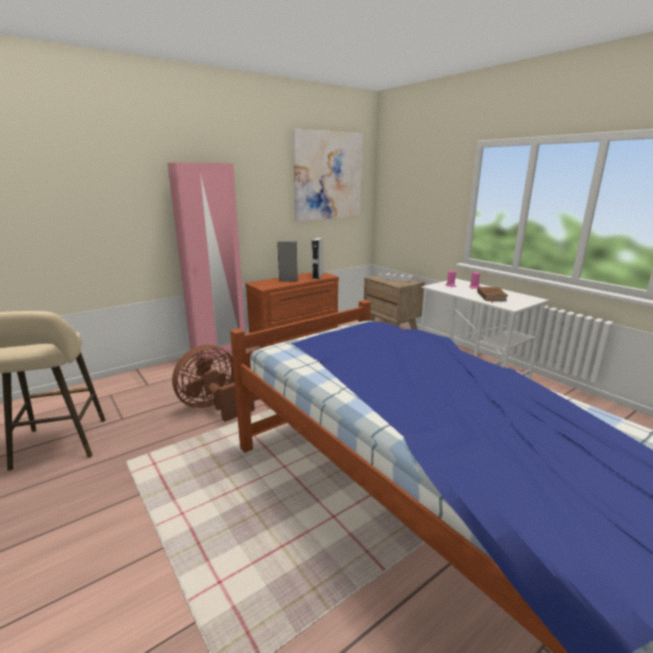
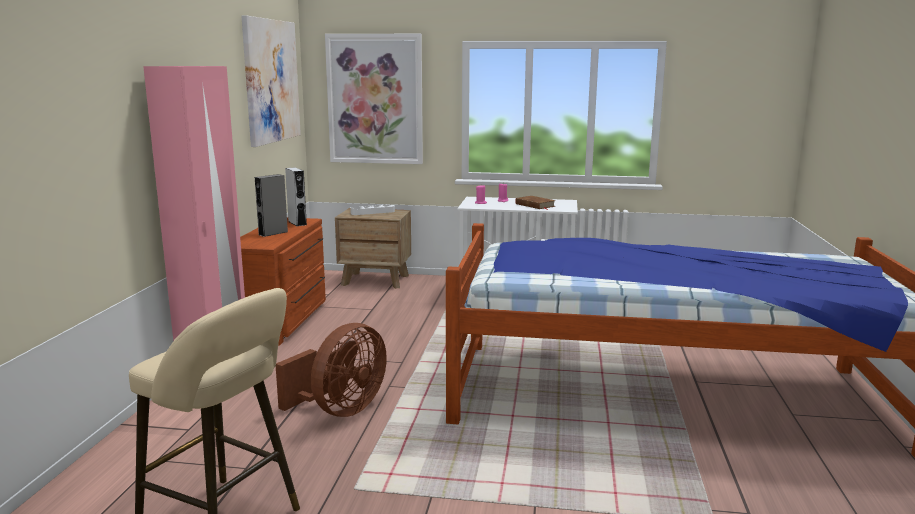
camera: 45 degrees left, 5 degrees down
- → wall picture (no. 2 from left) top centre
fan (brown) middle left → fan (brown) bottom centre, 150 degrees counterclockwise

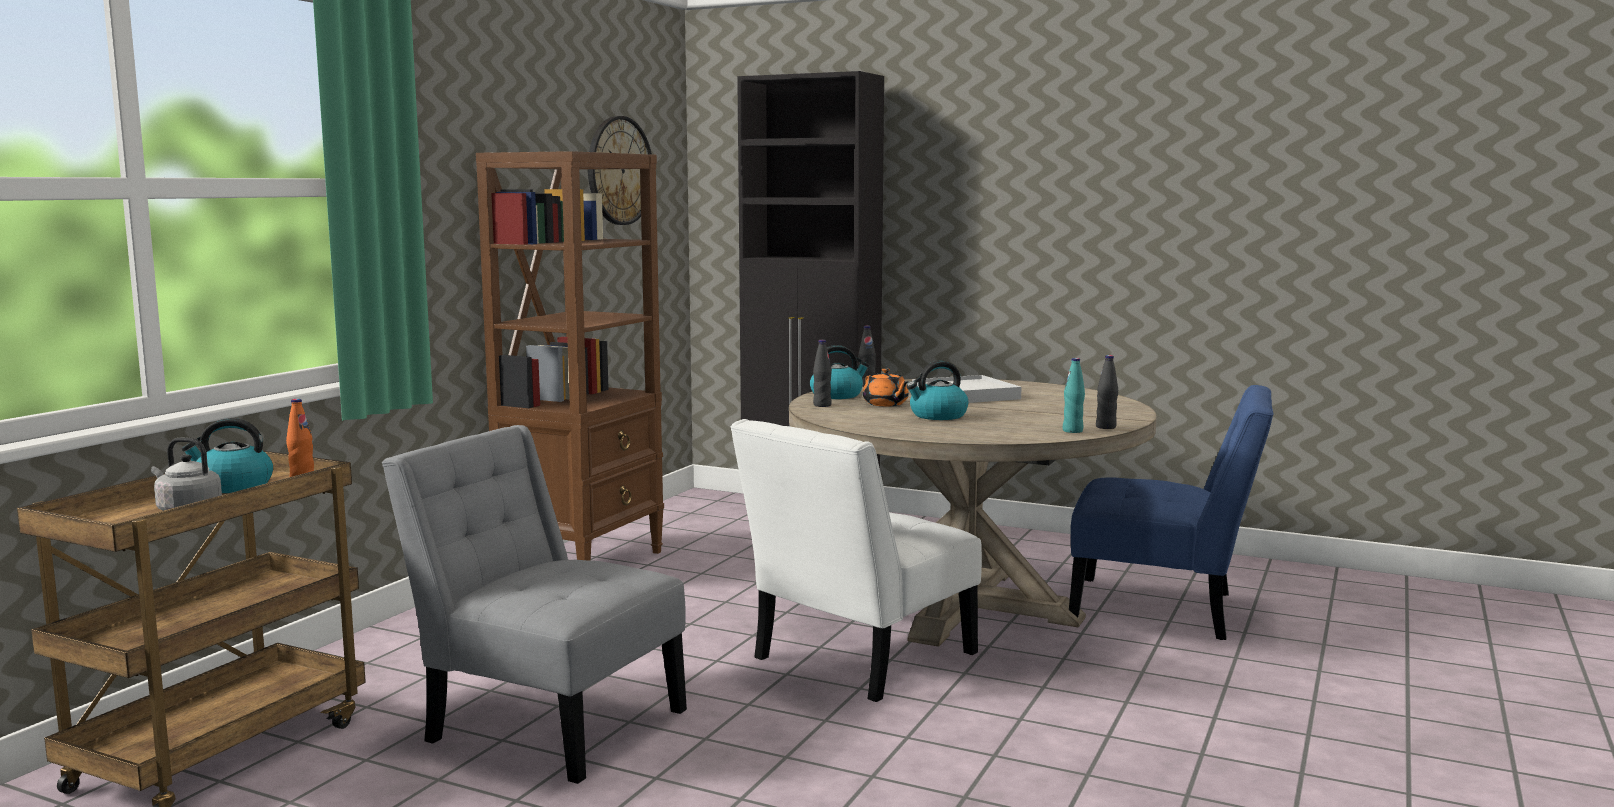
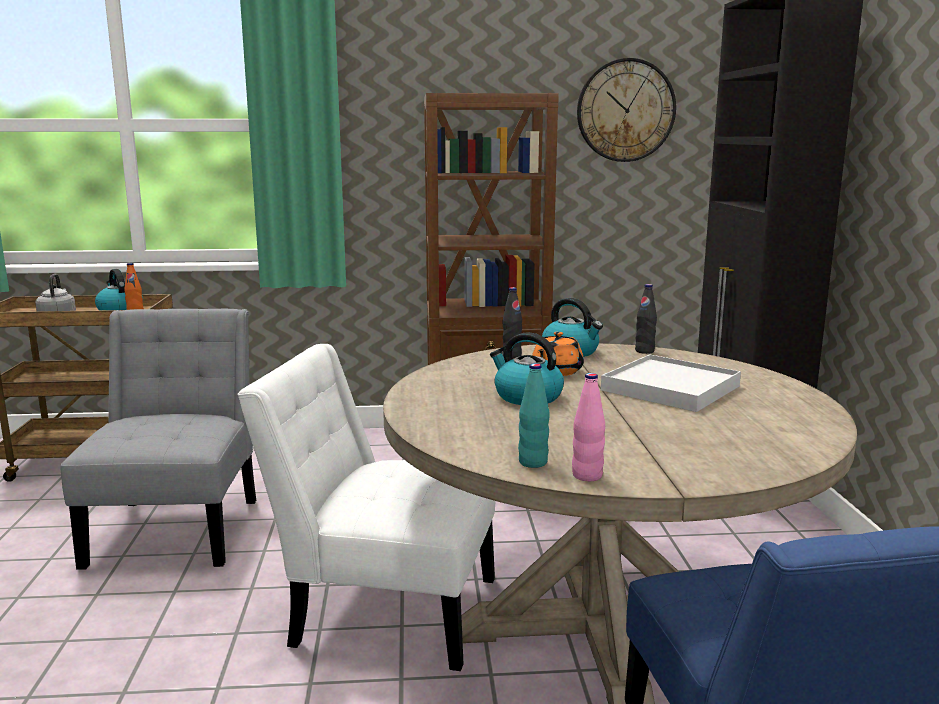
camera: 60 degrees right, 5 degrees up
beverage bottle (black) (no. 3 from left) middle right → beverage bottle (pinkish) centre

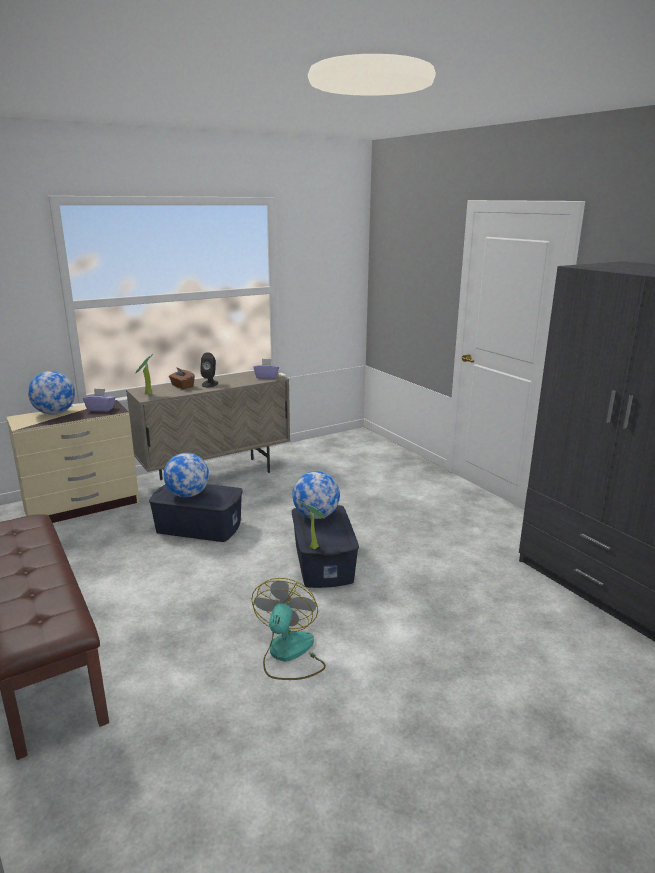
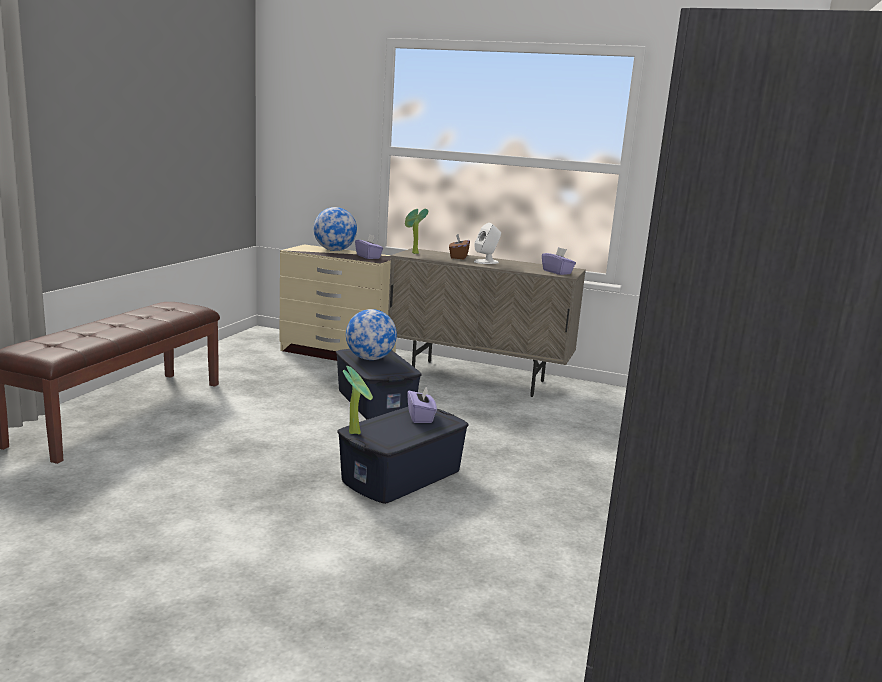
camera: 50 degrees right, 5 degrees down
fan bottom centre → -
globe (no. 3 from left) centre → tissue box (purple-coloured) (no. 2 from left) centre
loudspeaker (black) middle left → loudspeaker (white-coloured) centre

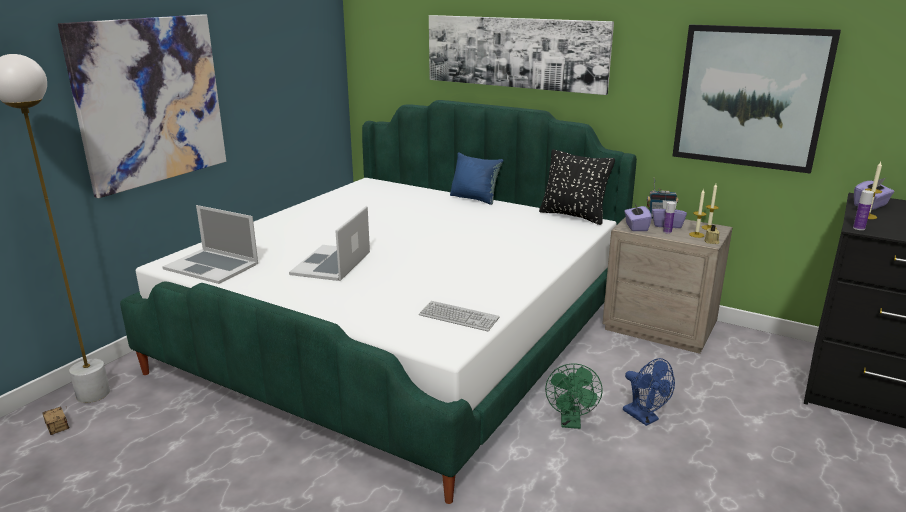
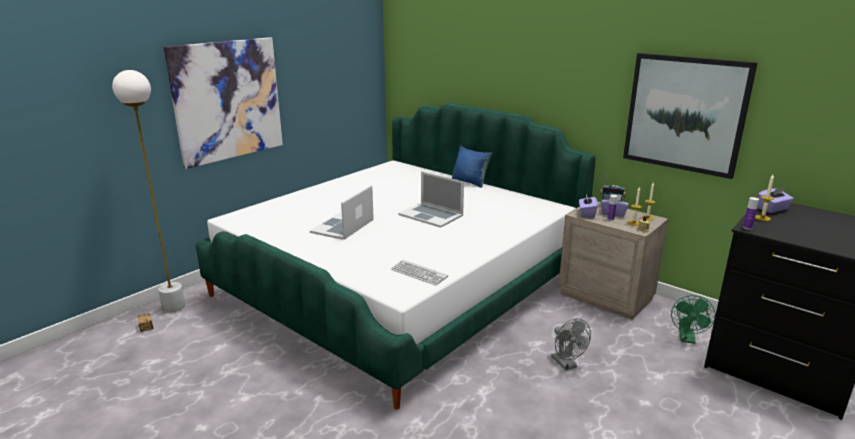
camera: 10 degrees right, 0 degrees up
wall picture (no. 2 from left) top centre → -
pillow (black) centre → -
portable computer (no. 1 from left in the first image) middle left → portable computer (no. 2 from left) centre, relocated
fan (greenish) bottom centre → fan (greenish) bottom right, relocated
fan (blue-coloured) bottom right → fan (grey) bottom right

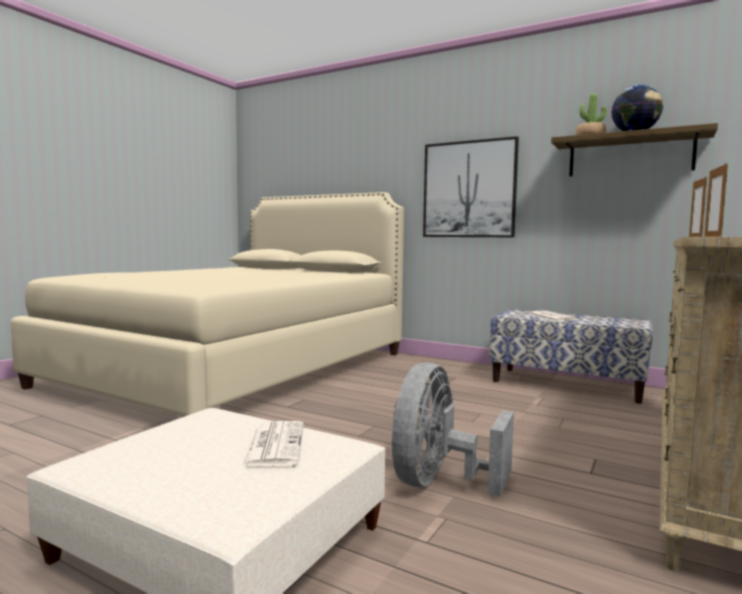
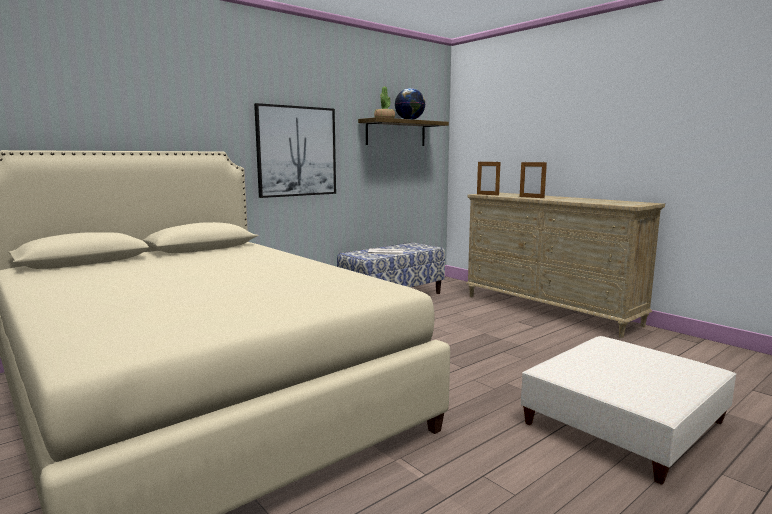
camera: 70 degrees left, 5 degrees up
newspaper (no. 1 from left) bottom centre → -
fan (grey) bottom centre → -

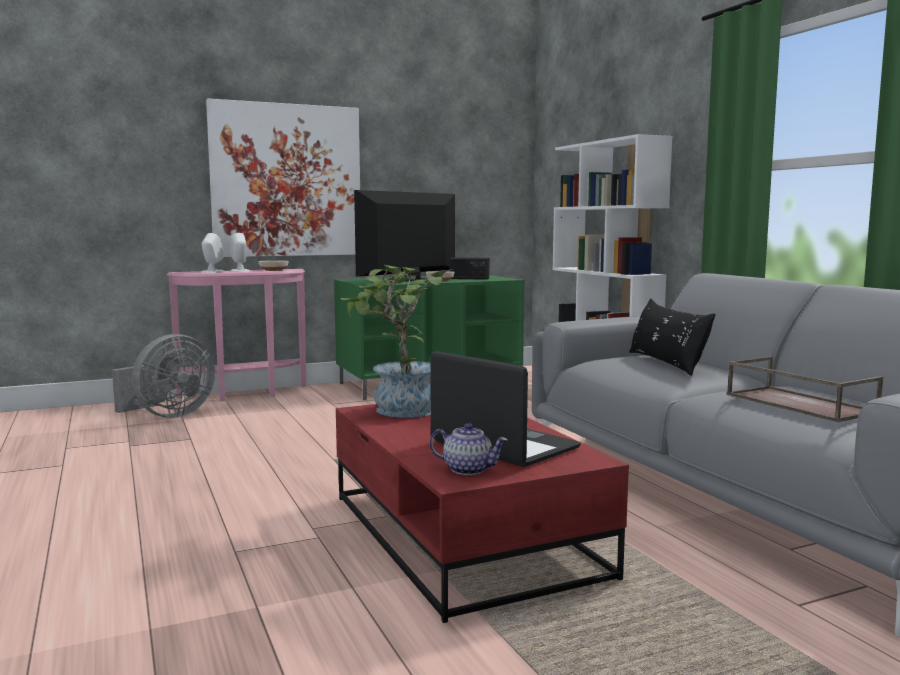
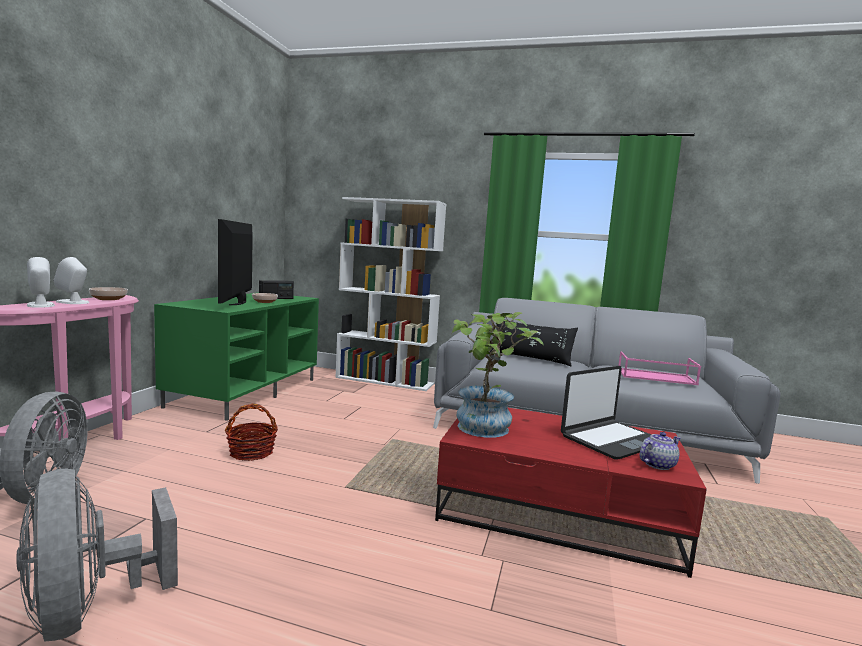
camera: 50 degrees left, 0 degrees up
wall picture top left → -
- → fan (grey) (no. 2 from left) bottom left
- → basket bottom left
tray (brown) middle right → tray (pinkish) middle right
portable computer centre → portable computer middle right, 150 degrees clockwise

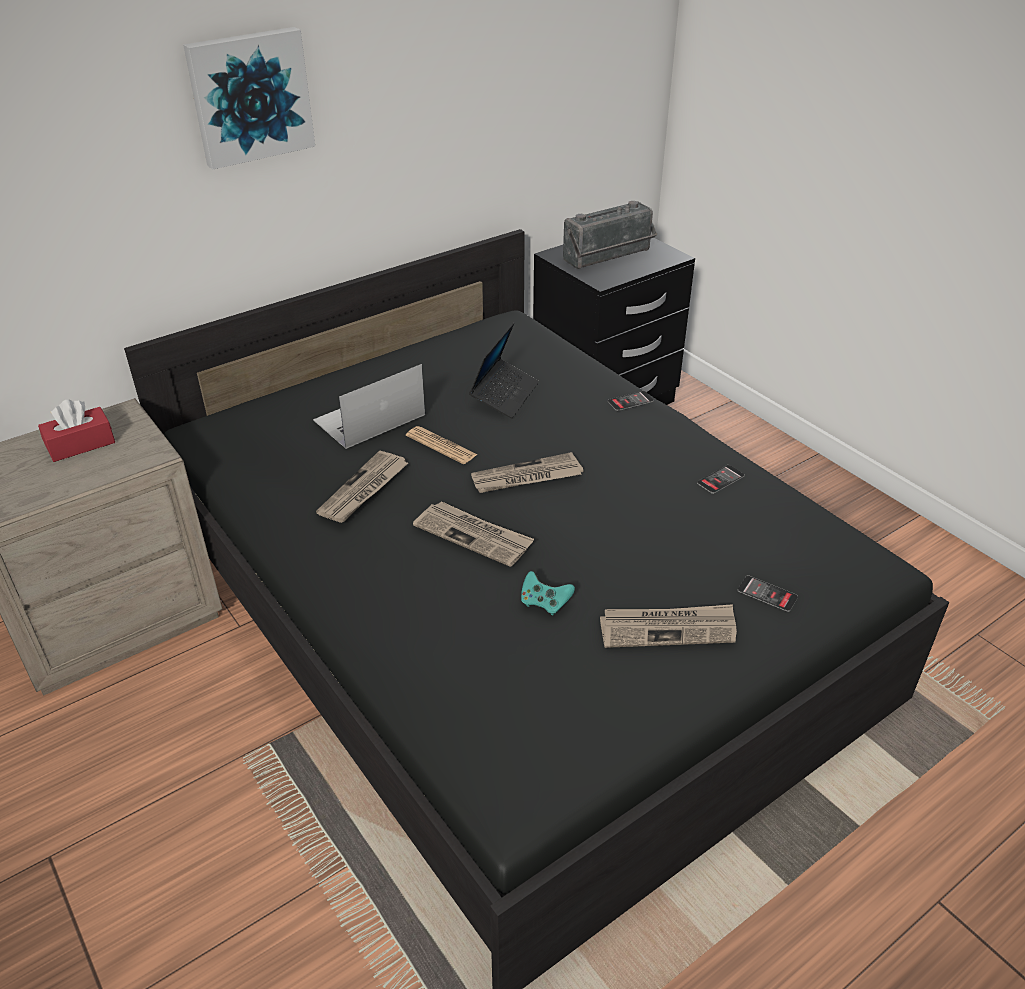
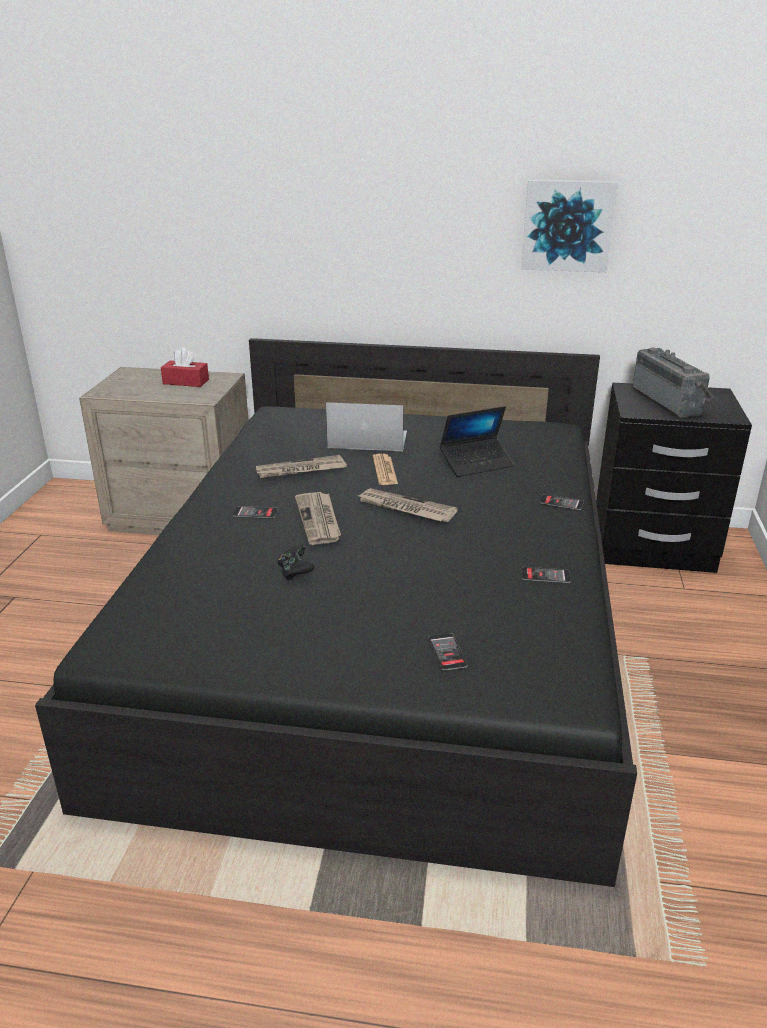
camera: 45 degrees right, 10 degrees down
newspaper (no. 5 from left) centre → -
- → phone (no. 1 from left) middle left
wall picture top left → wall picture top right, relocated
game controller (turquoise-coloured) centre → game controller (black) centre
radio set top centre → radio set middle right, 120 degrees counterclockwise

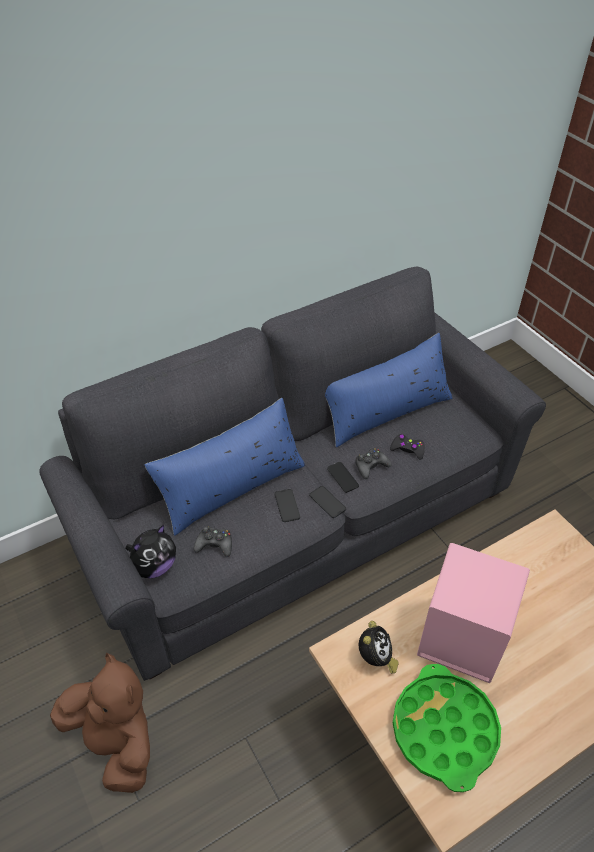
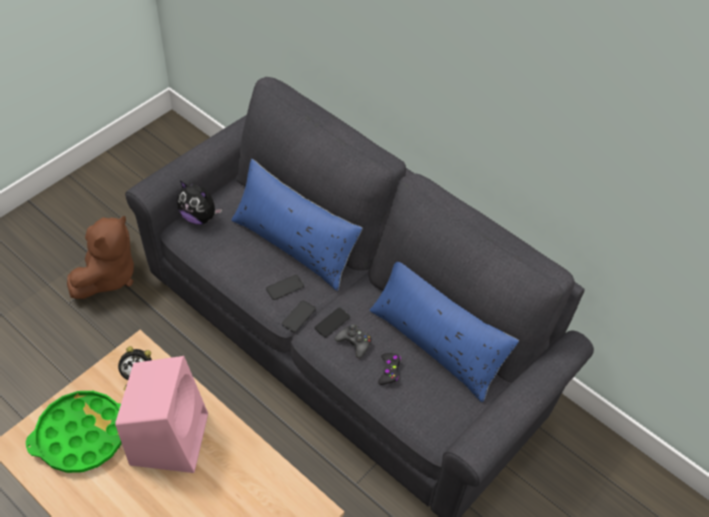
camera: 70 degrees right, 5 degrees up
game controller (black) (no. 1 from left) centre → -

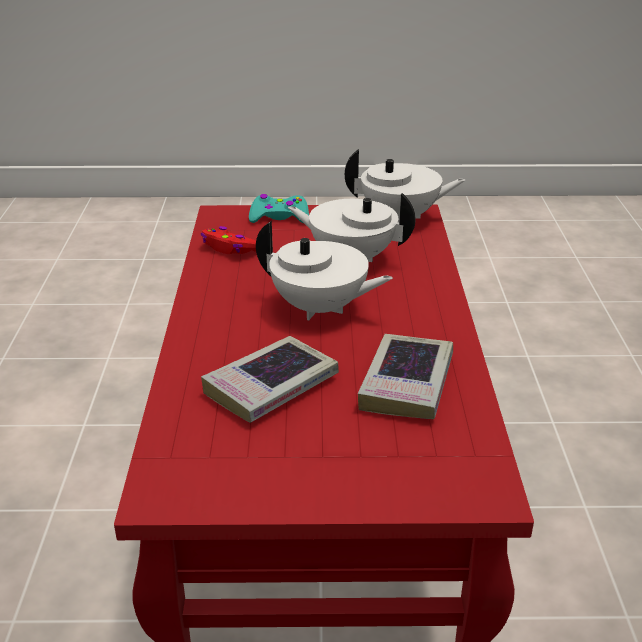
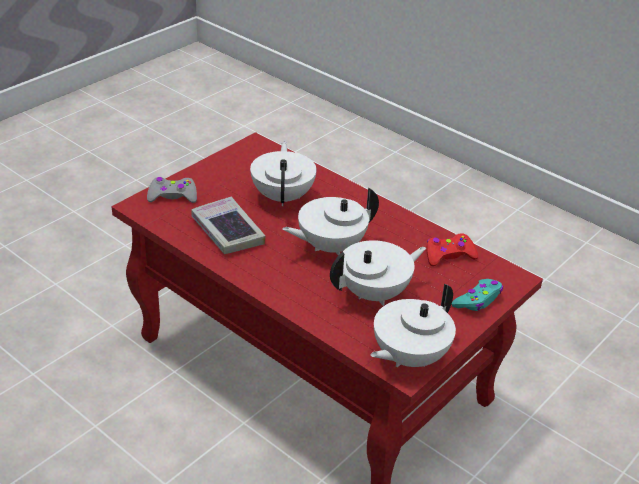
camera: 130 degrees right, 5 degrees up
- → game controller (grey) middle left
volume (no. 1 from left) centre → tea pot (white-coloured) (no. 1 from left) centre

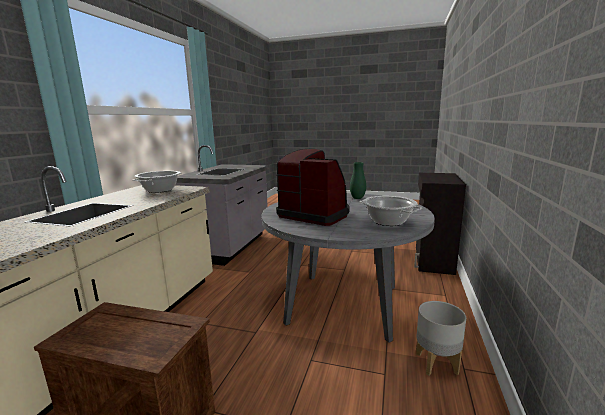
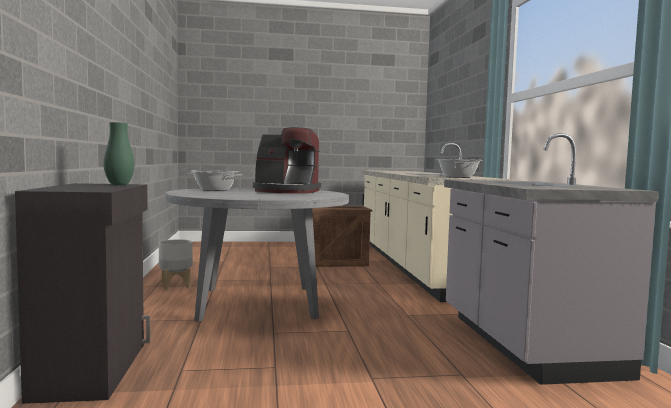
camera: 155 degrees right, 10 degrees down
flower vase (greenish) centre → flower vase (greenish) middle left, relocated

